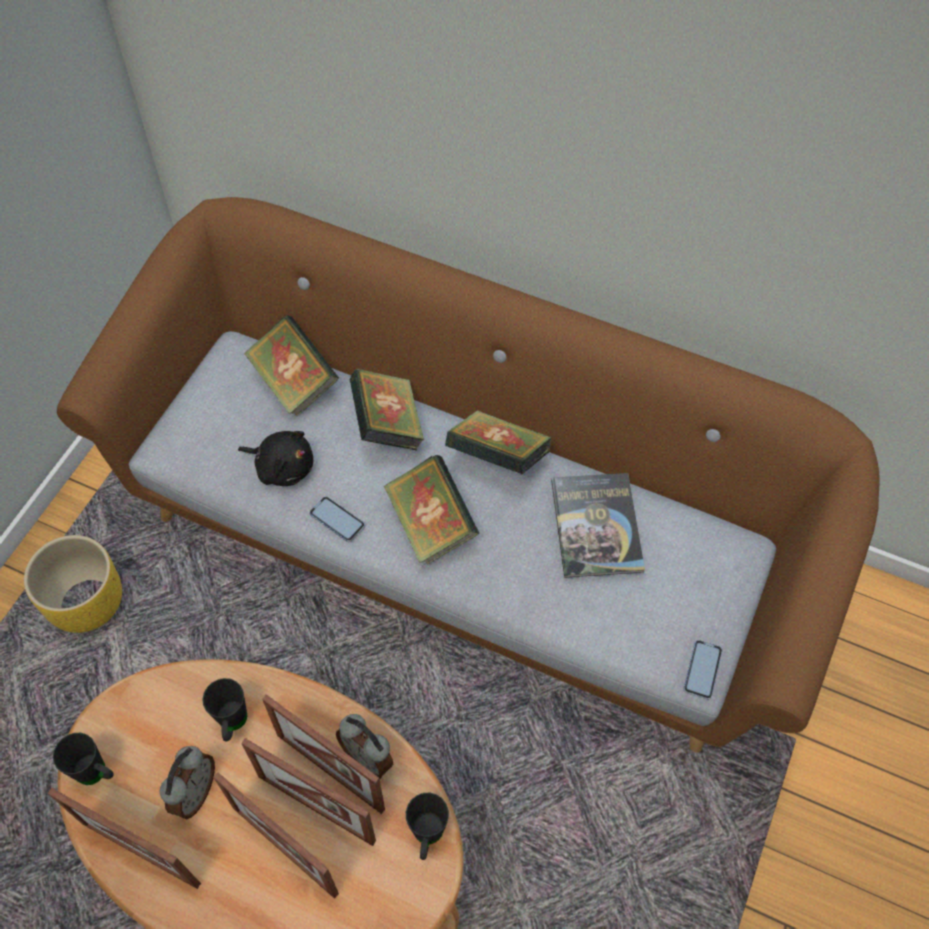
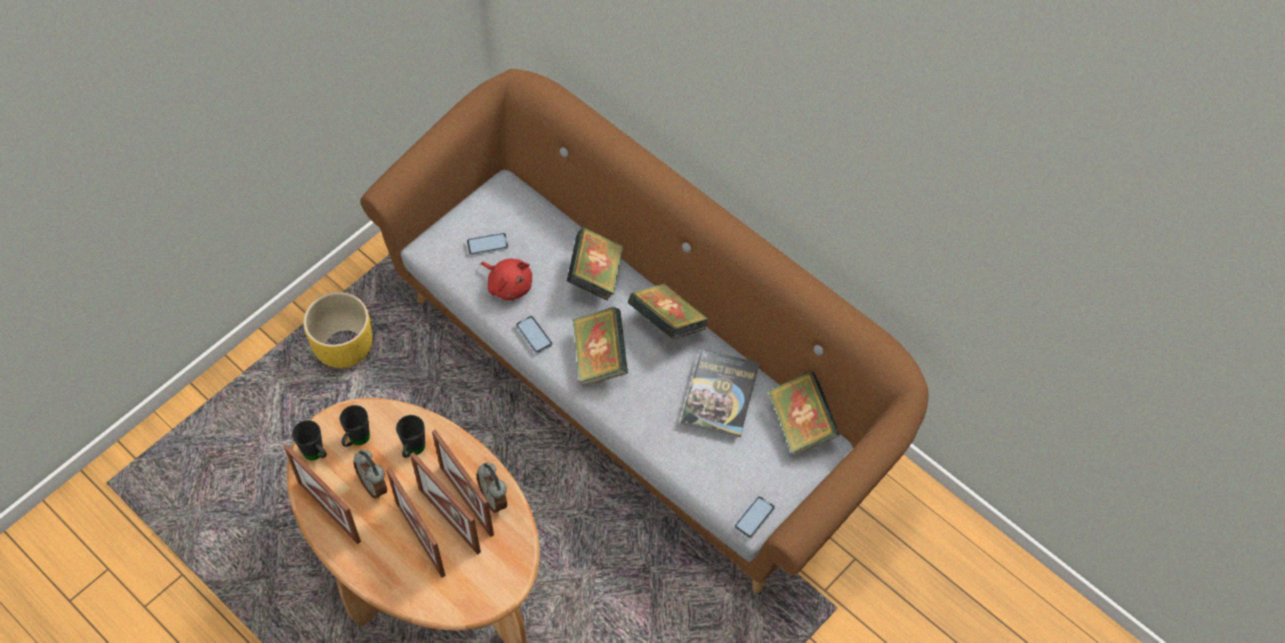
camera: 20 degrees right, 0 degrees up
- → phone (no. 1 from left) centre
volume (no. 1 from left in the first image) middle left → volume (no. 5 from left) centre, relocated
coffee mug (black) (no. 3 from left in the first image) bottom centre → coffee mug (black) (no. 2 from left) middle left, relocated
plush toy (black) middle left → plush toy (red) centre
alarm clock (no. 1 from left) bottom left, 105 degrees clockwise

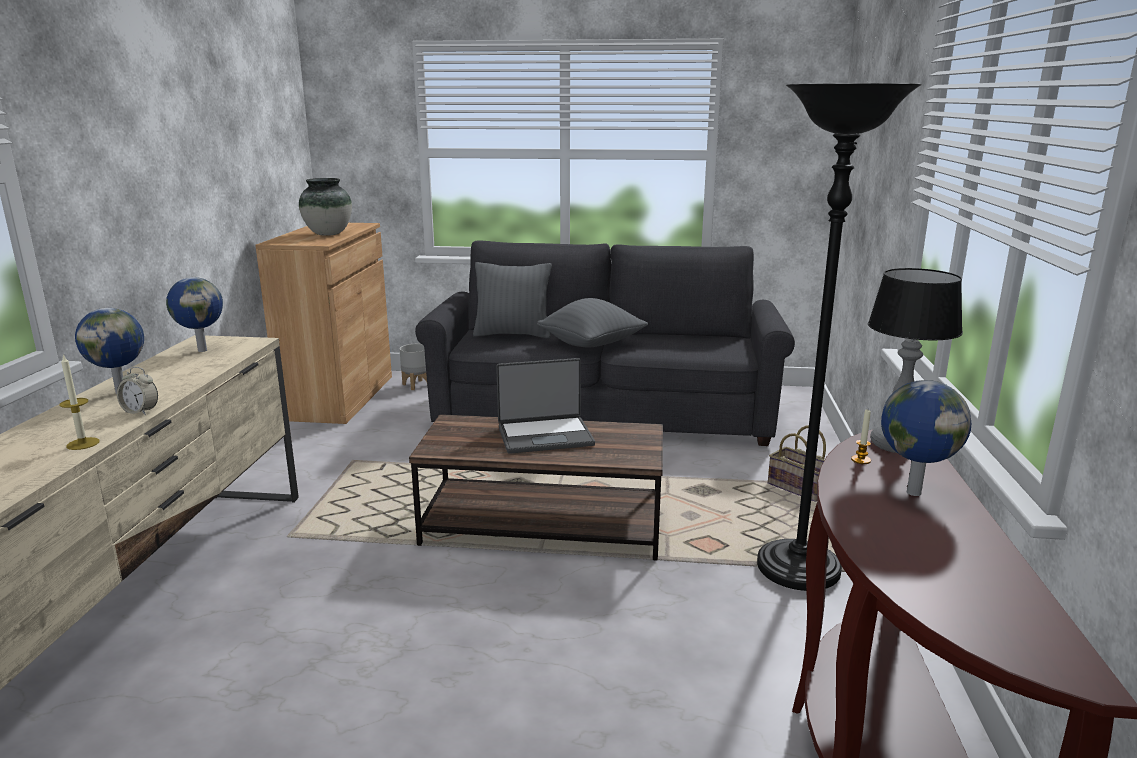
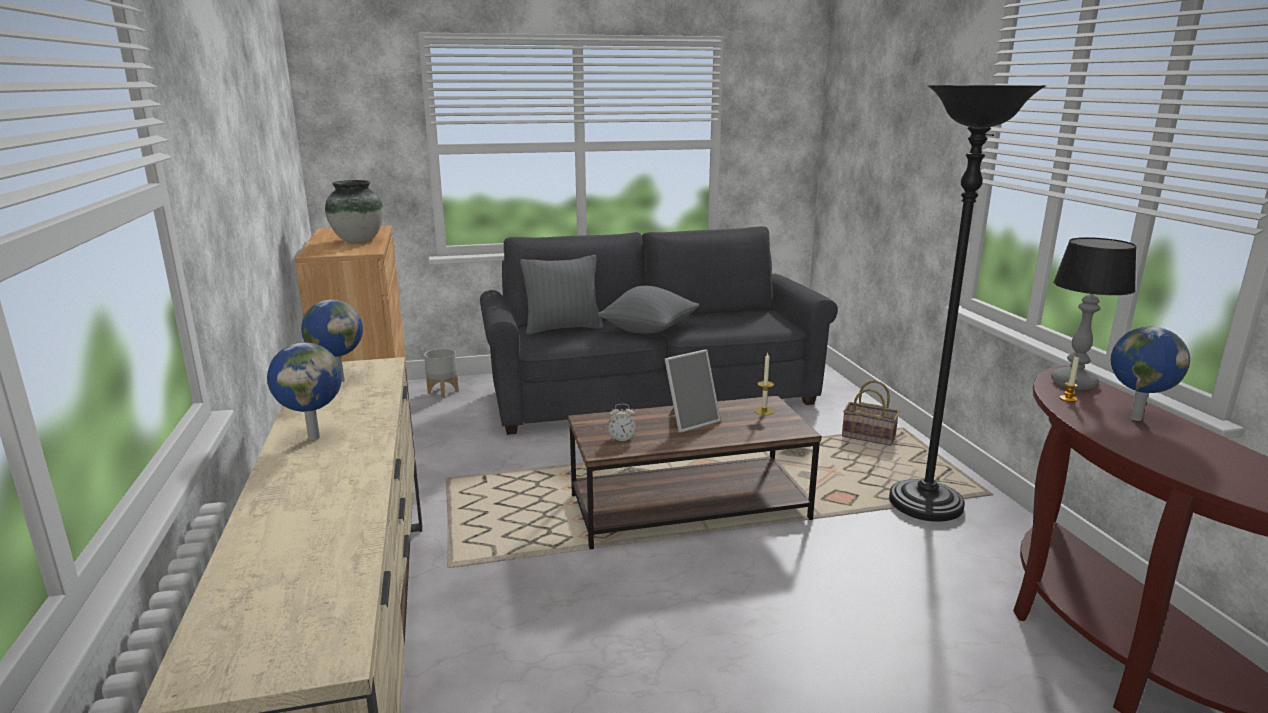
camera: 20 degrees left, 0 degrees up
wax light (no. 1 from left) middle left → wax light (no. 1 from left) centre, relocated
alarm clock middle left → alarm clock centre, relocated
portable computer centre → picture frame centre

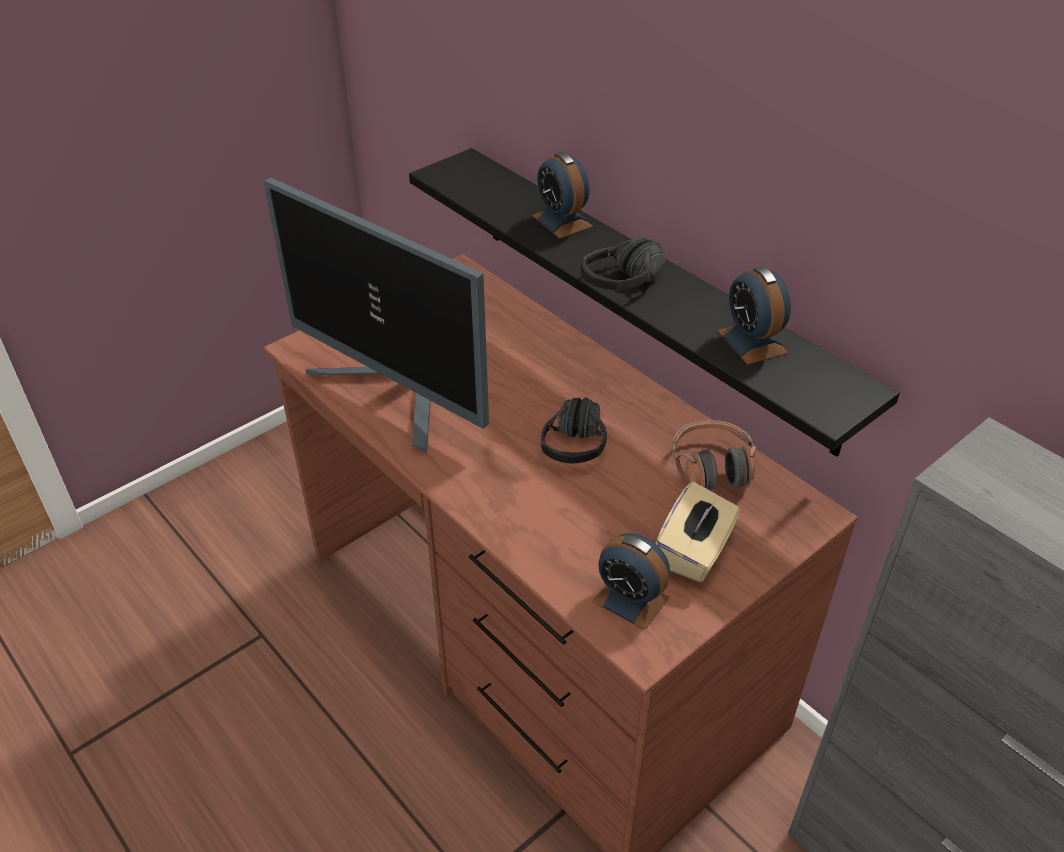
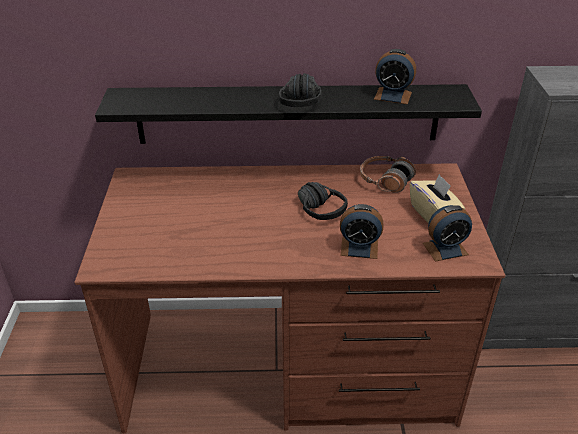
camera: 50 degrees left, 5 degrees down
computer screen centre → -
alarm clock (no. 1 from left) top centre → alarm clock (no. 1 from left) centre, relocated

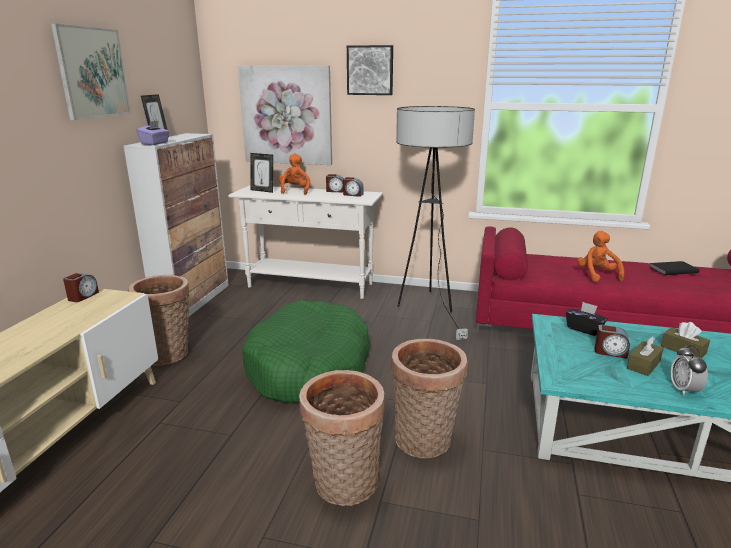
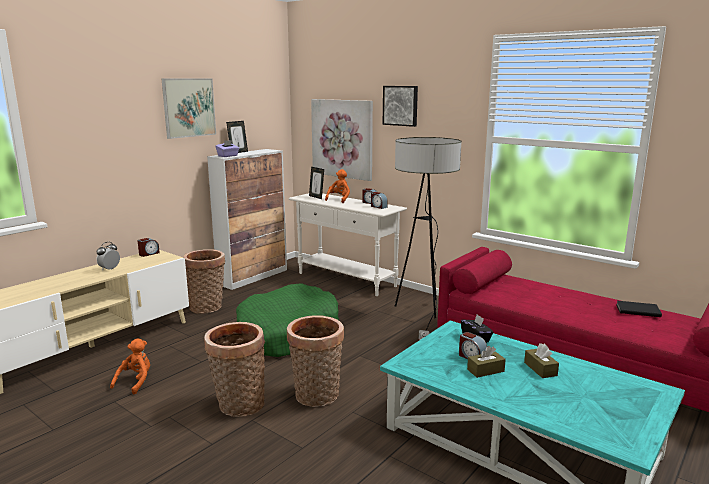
camera: 25 degrees right, 5 degrees down
plush toy (orange-coloured) (no. 2 from left in the first image) middle right → plush toy (orange-coloured) (no. 1 from left) bottom left, relocated
alarm clock (no. 5 from left in the first image) bottom right → alarm clock (no. 1 from left) middle left, relocated

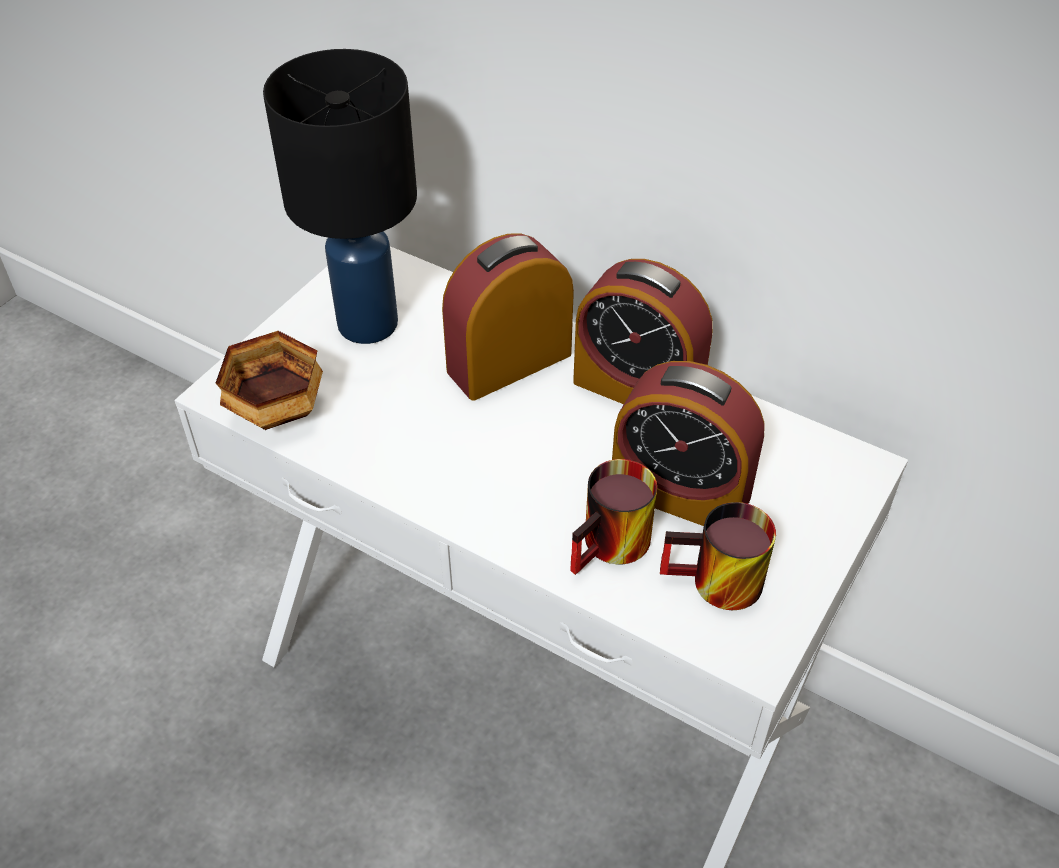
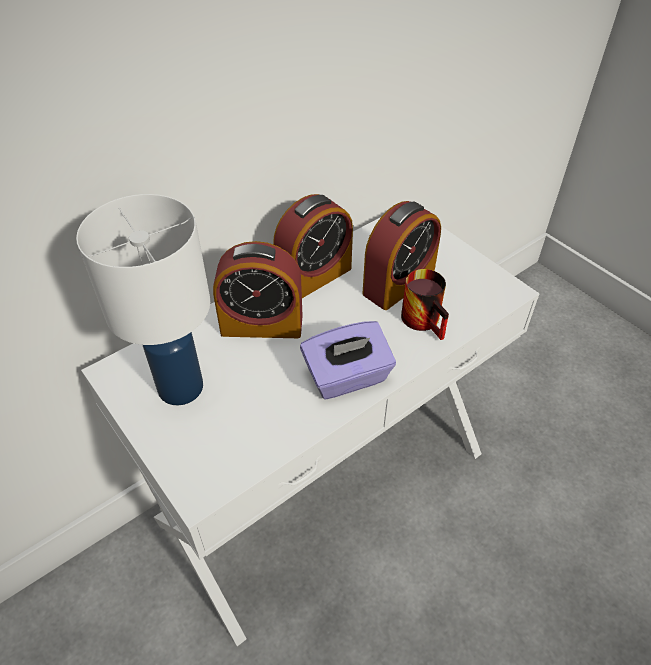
camera: 70 degrees left, 0 degrees up
serving bowl middle left → -
coffee mug (no. 2 from left) middle right → -
- → tissue box (purple-coloured) centre
tabletop lamp (black) top left → tabletop lamp (white-coloured) middle left
alarm clock (no. 1 from left) centre, 75 degrees counterclockwise

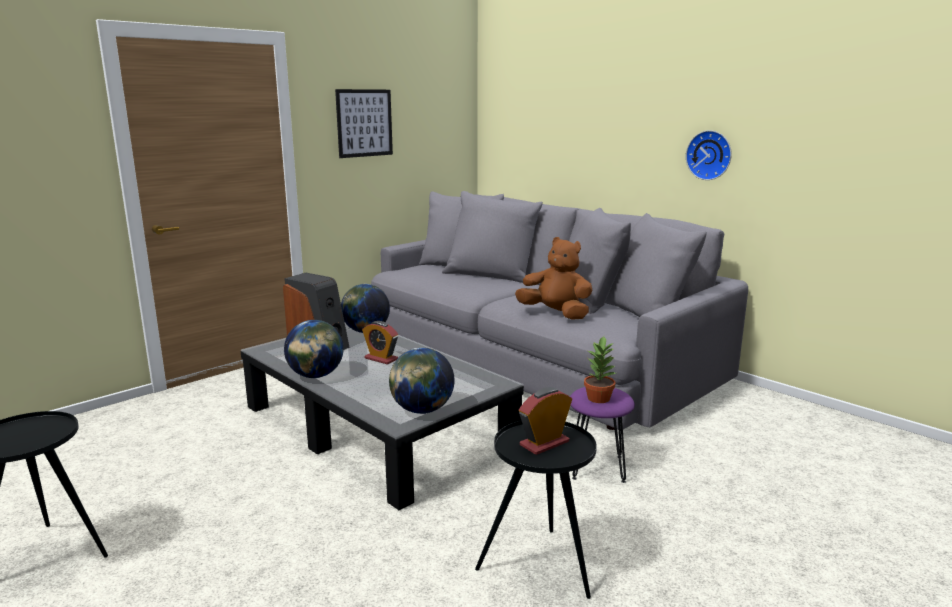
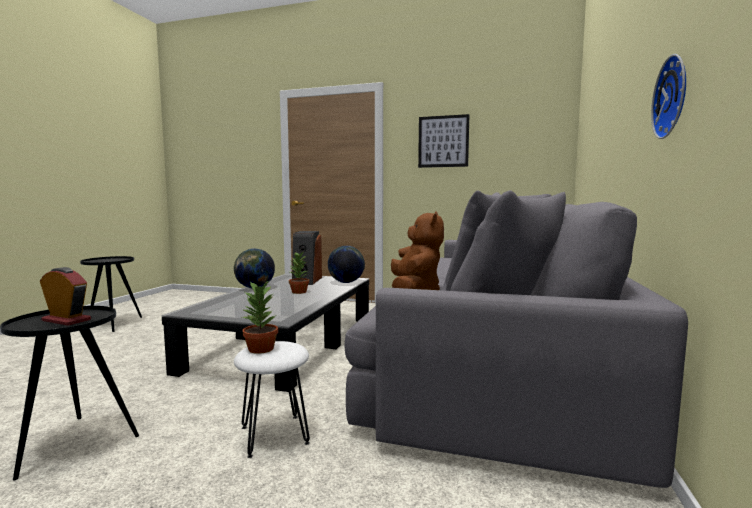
camera: 60 degrees right, 10 degrees down
globe (no. 3 from left) centre → -
alarm clock (no. 1 from left) centre → plant in a pot (no. 2 from left) centre
stool (purple-coloured) bottom centre → stool (white-coloured) bottom centre

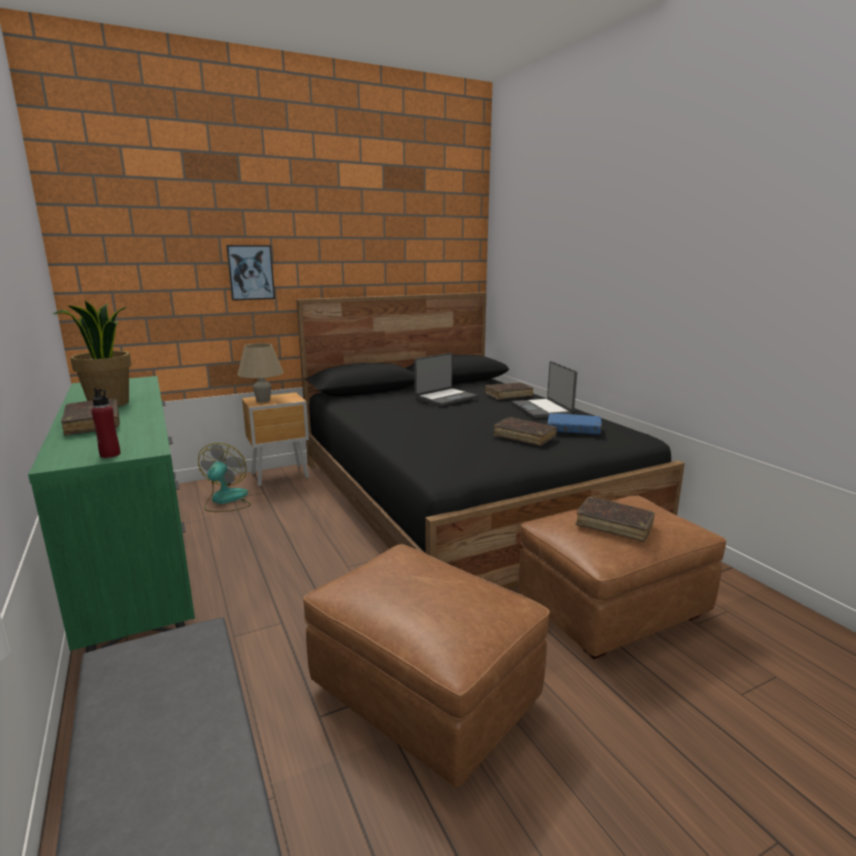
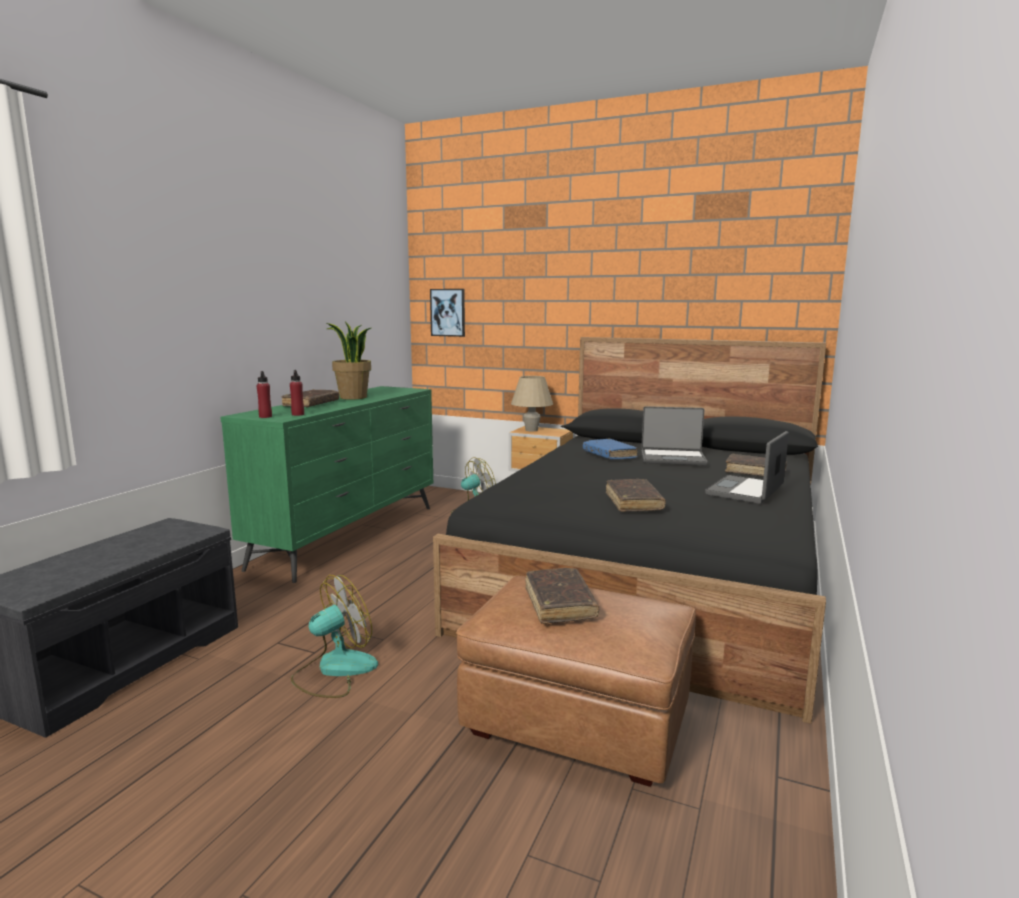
camera: 50 degrees right, 5 degrees down
- → beverage bottle (red) (no. 2 from left) middle left
wall picture top left → wall picture centre, relocated
volume (blue-coloured) middle right → volume (blue-coloured) centre, relocated
pouffe (brown) (no. 1 from left) bottom centre → fan (no. 1 from left) bottom left

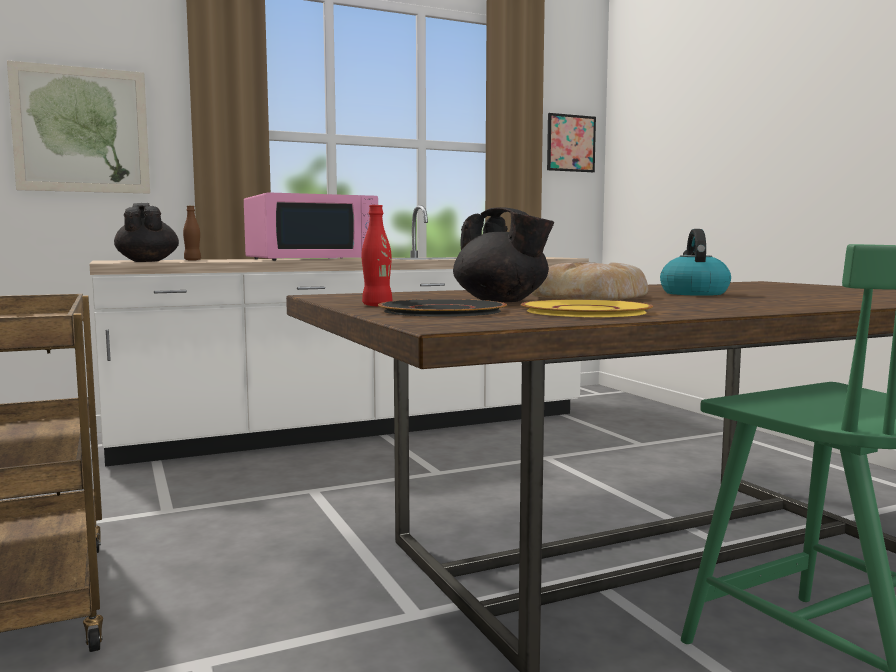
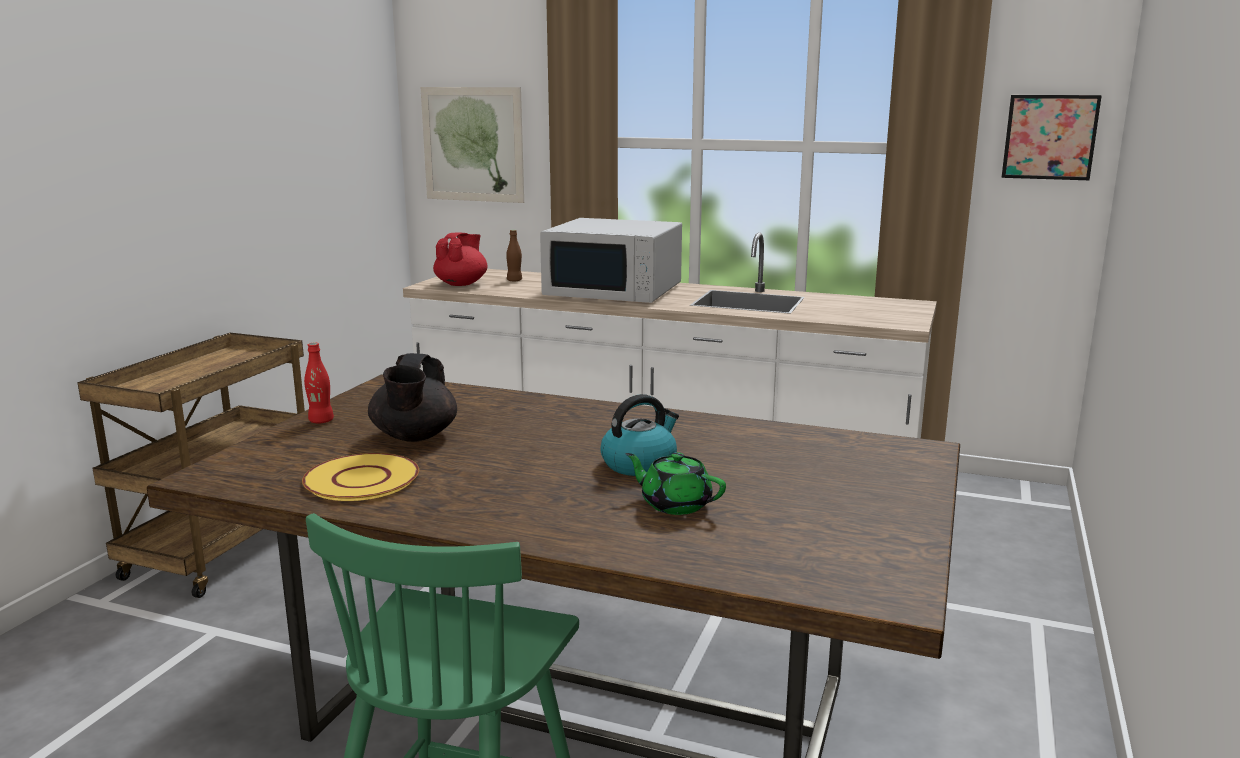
camera: 45 degrees right, 10 degrees up
plate (black) centre → -
bread centre → -
- → tea pot (greenish) centre
tea pot (black) (no. 1 from left) middle left → tea pot (red) centre
microwave (pinkish) centre → microwave (white-coloured) centre

